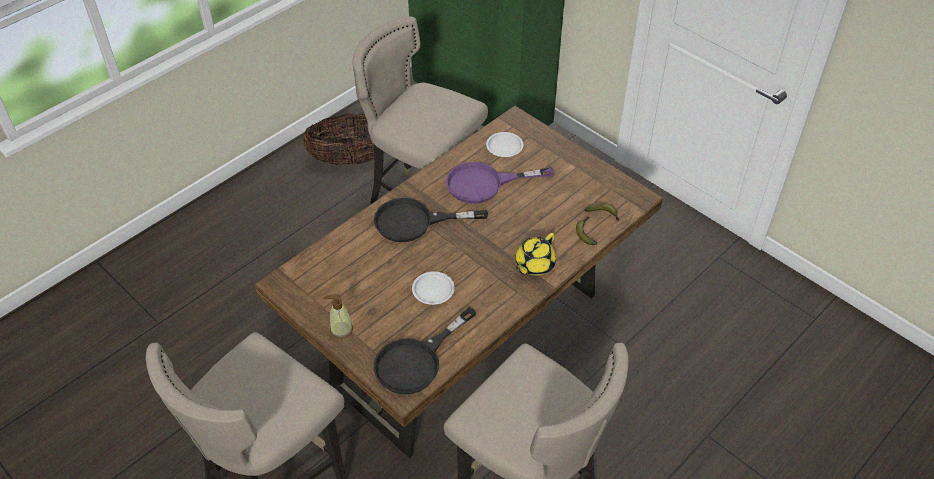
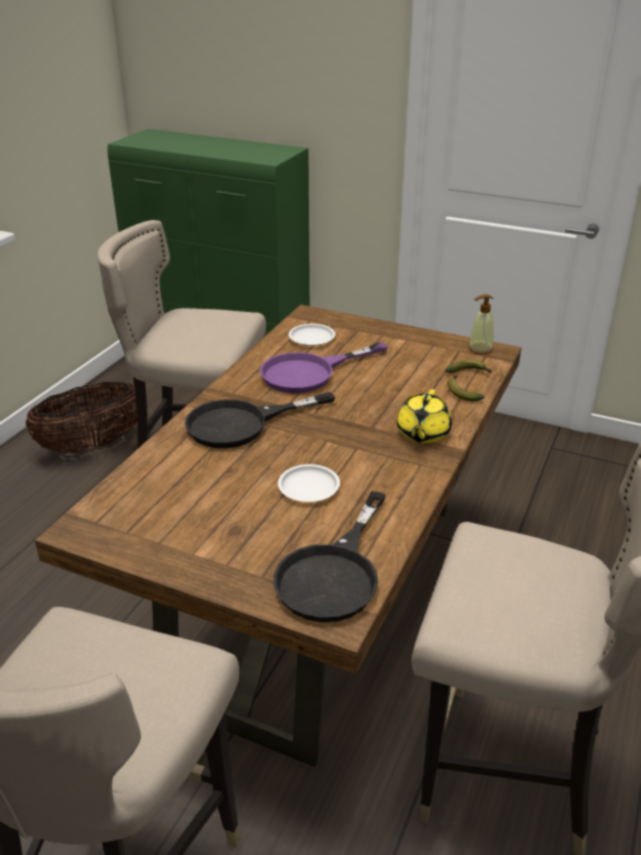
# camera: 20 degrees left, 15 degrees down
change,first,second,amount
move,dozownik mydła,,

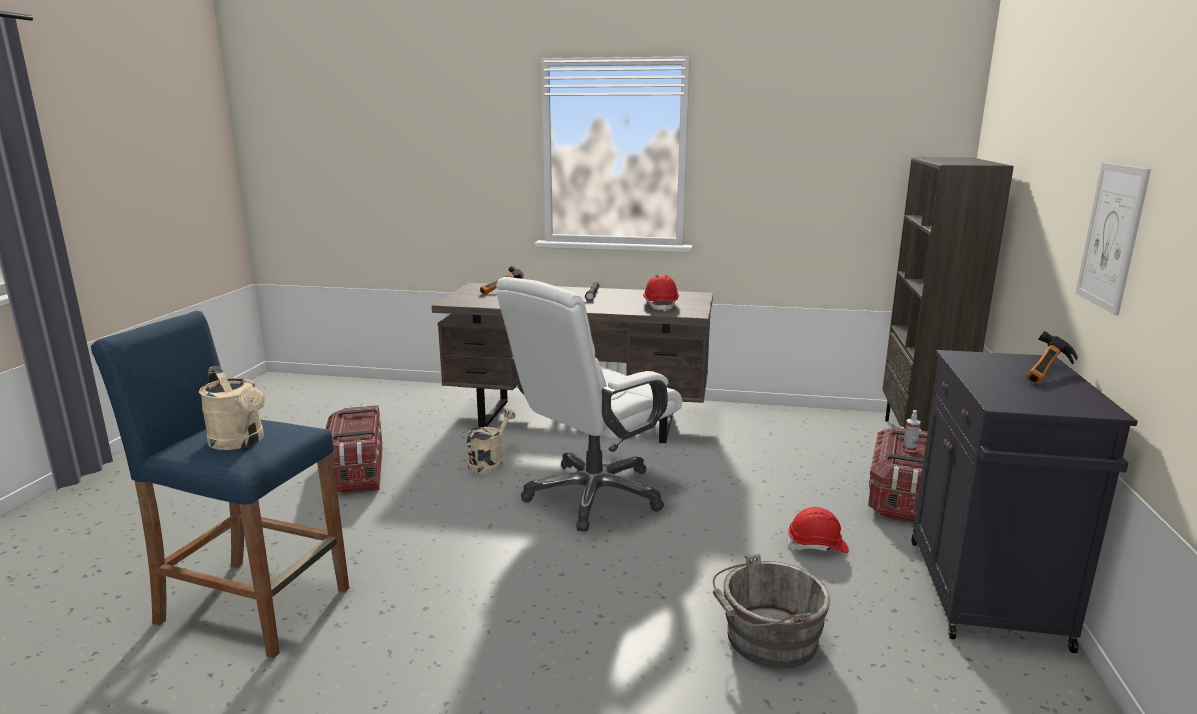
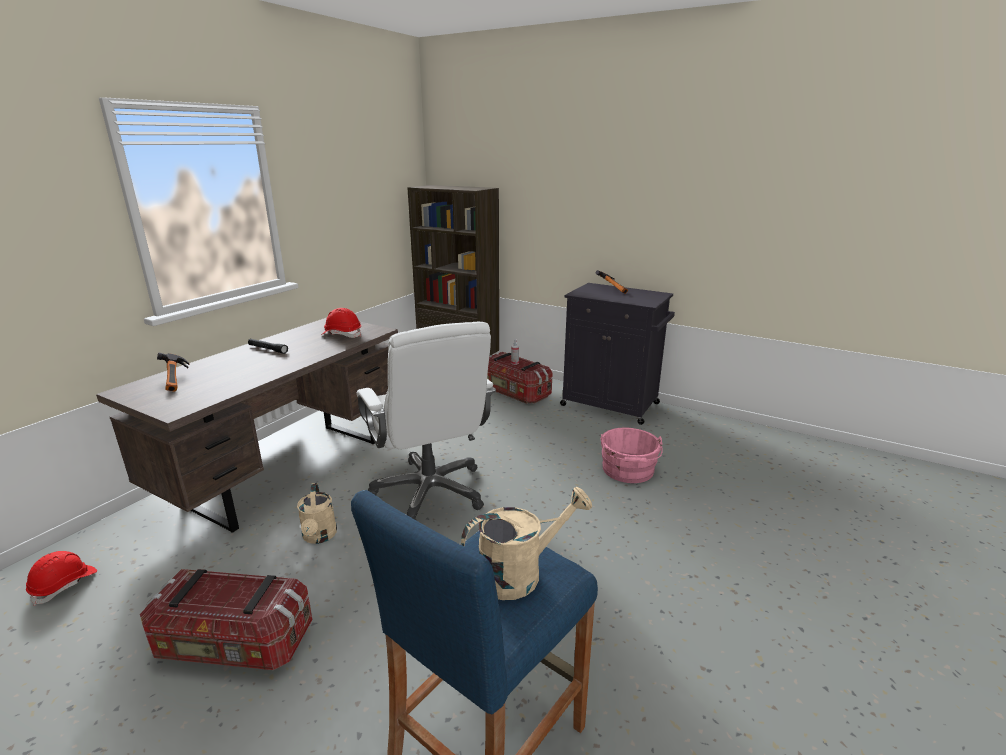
# camera: 70 degrees left, 5 degrees up
change,first,second,amount
move,kask/czerwony (2nd from left in the first image),kask/czerwony (1st from left),
rotate,konewka/beżowy (2nd from left in the first image),konewka/beżowy (1st from left),150 degrees counterclockwise
recolor,wiadro/szary,wiadro/różowy,
delete,obraz,,

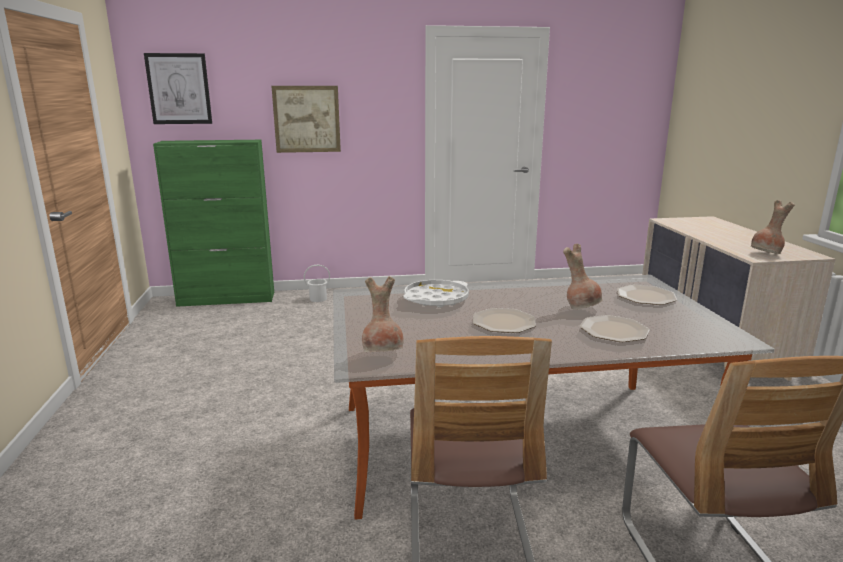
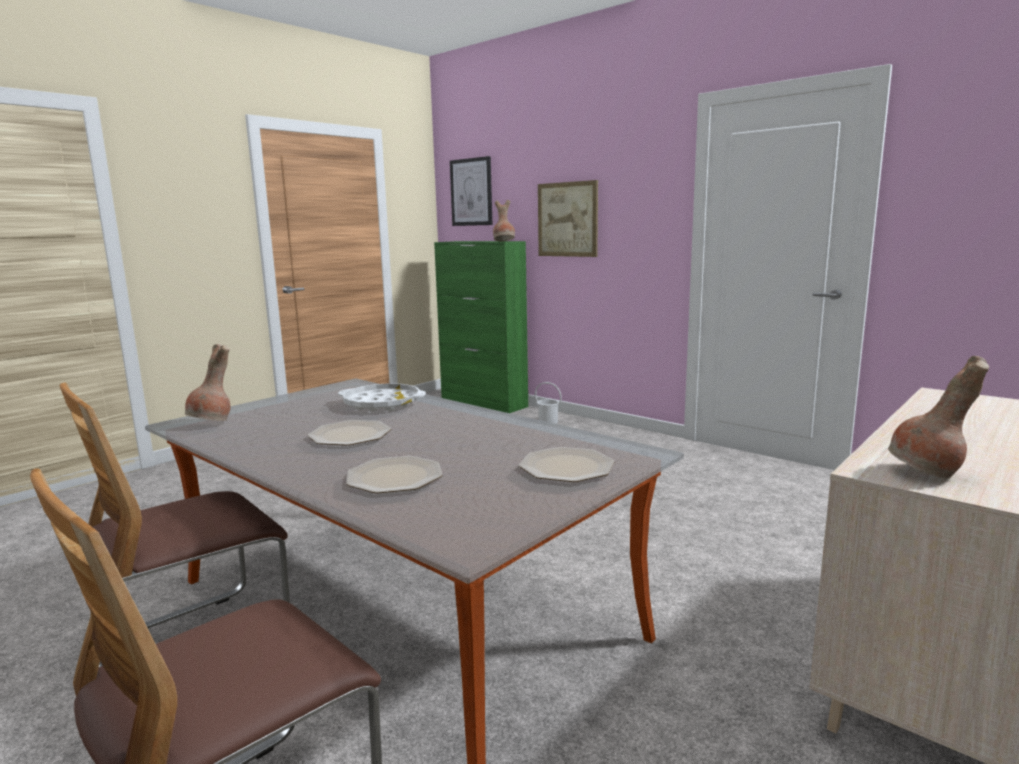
# camera: 50 degrees right, 5 degrees down
change,first,second,amount
move,wazon/brązowy (2nd from left),,

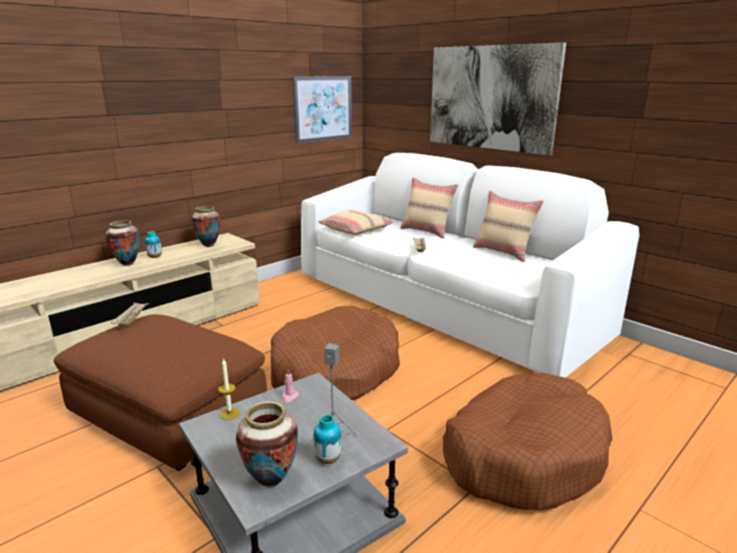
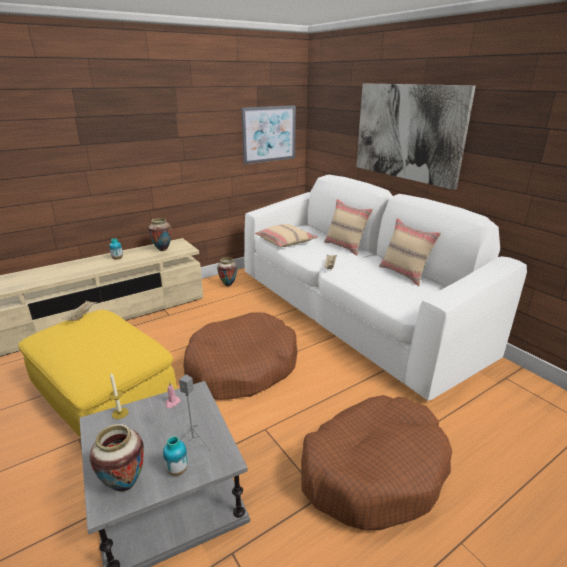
# camera: 10 degrees right, 5 degrees up
change,first,second,amount
recolor,pufa/brązowy,pufa/żółty,
move,wazon (1st from left in the first image),wazon (5th from left),

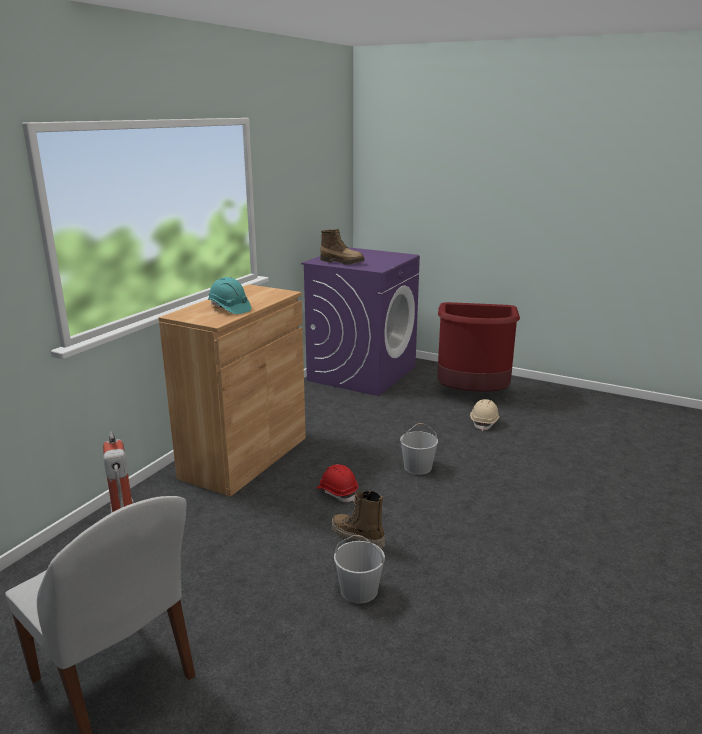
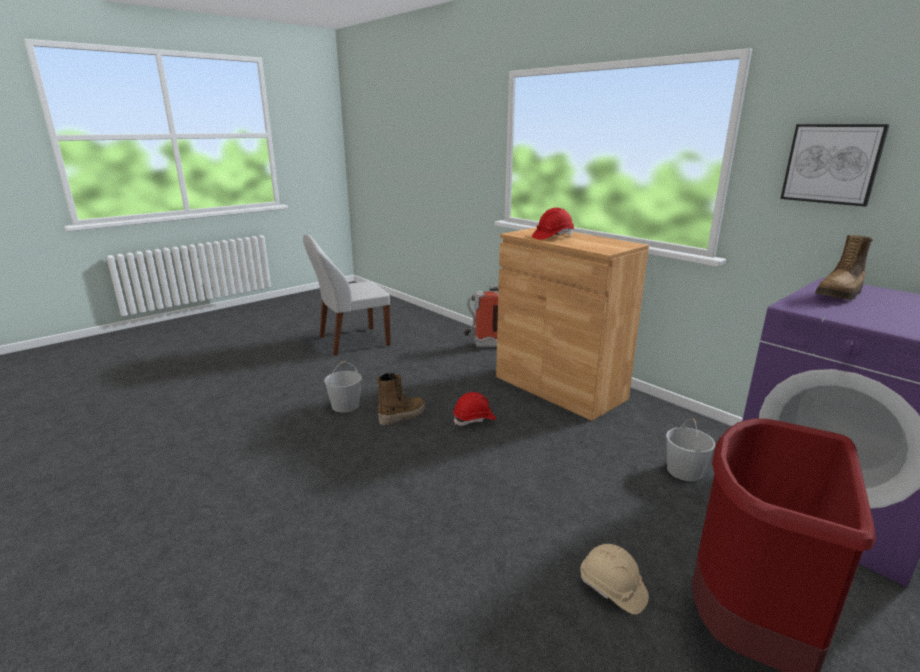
# camera: 110 degrees right, 0 degrees up
change,first,second,amount
recolor,kask/turkusowy,kask/czerwony (2nd from left),
move,wiadro/biały (2nd from left),,
insert,,obraz,

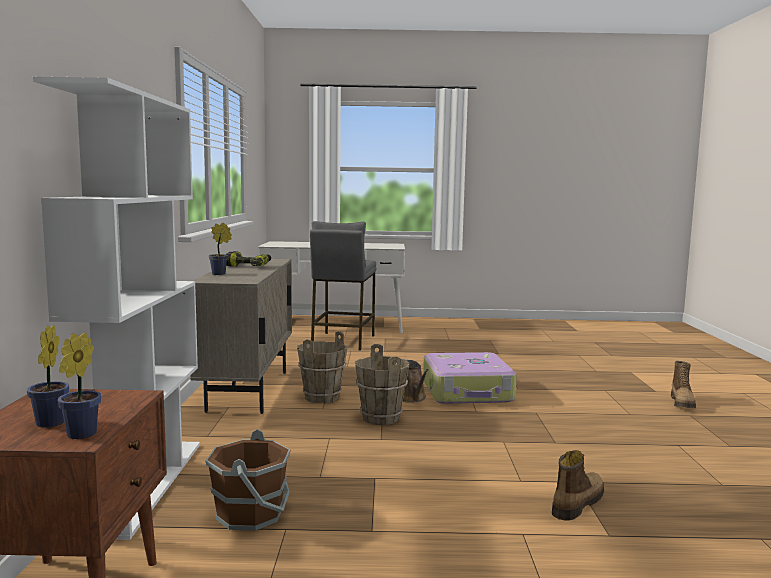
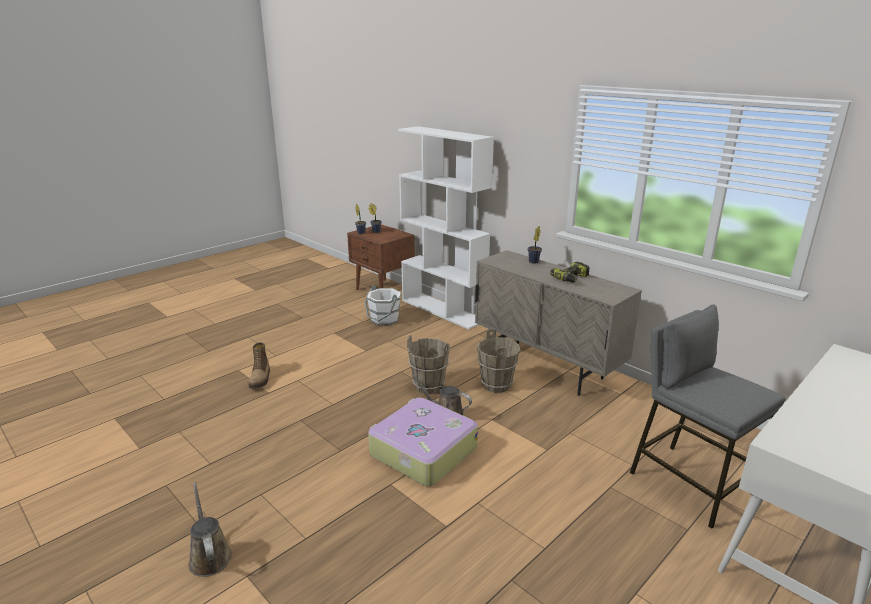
# camera: 135 degrees right, 15 degrees up
change,first,second,amount
replace,but z cholewką (2nd from left),konewka/brązowy (1st from left),
recolor,wiadro/brązowy (1st from left),wiadro/biały,

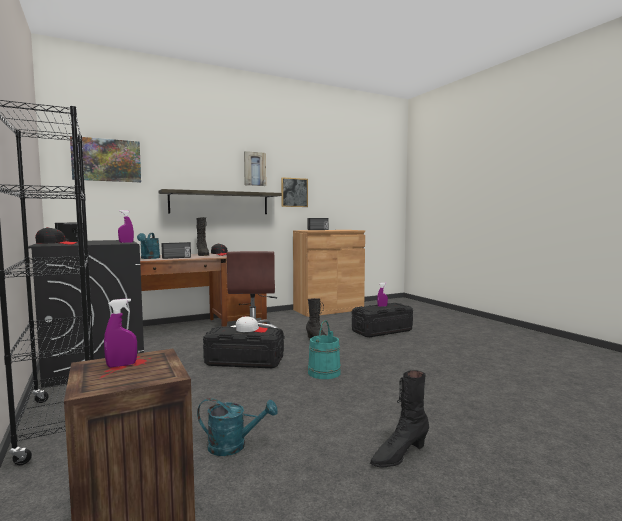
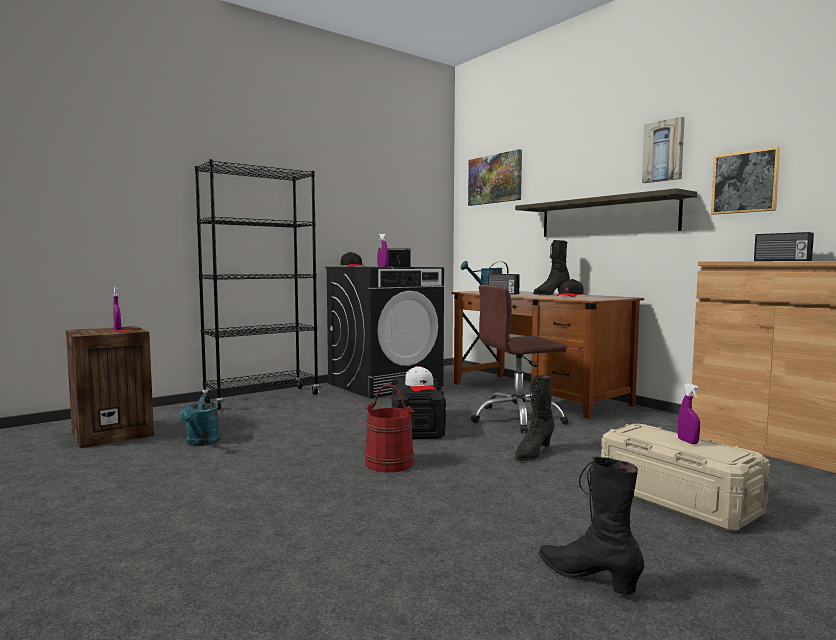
# camera: 80 degrees right, 0 degrees up
change,first,second,amount
recolor,wiadro/turkusowy,wiadro/czerwony,
move,but z cholewką/czarny (3rd from left),,
recolor,pojemnik do przechowywania/czarny (2nd from left),pojemnik do przechowywania/beżowy,

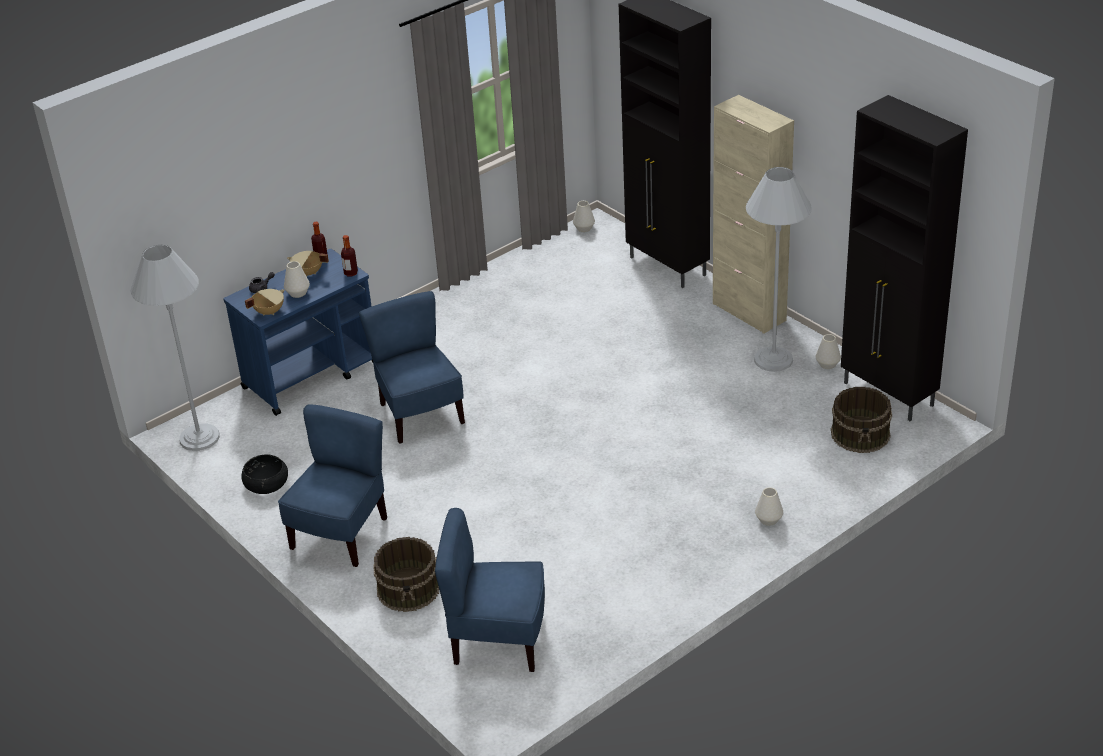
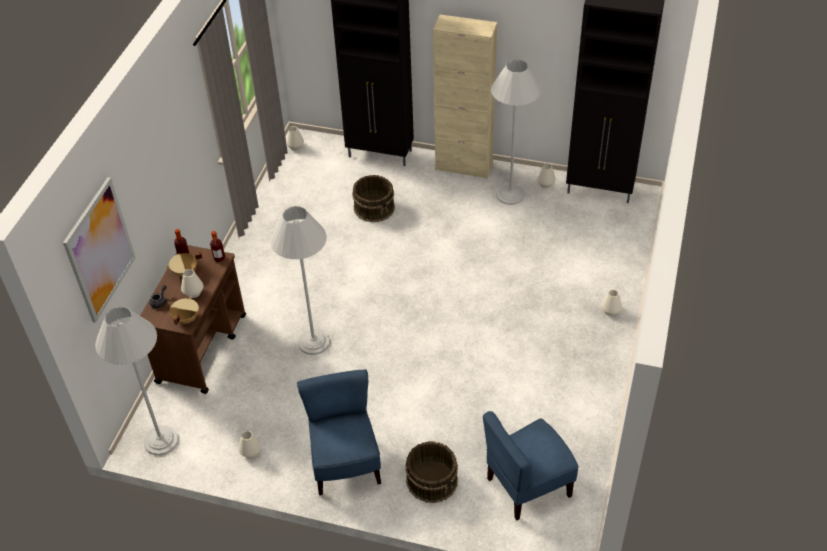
# camera: 35 degrees left, 10 degrees up
change,first,second,amount
insert,,obraz,
recolor,wózek/niebieski,wózek/brązowy,
replace,miska/czarny,wazon/biały (2nd from left),
replace,krzesło/niebieski (2nd from left),lampa stojąca/biały (2nd from left),
move,wiadro/brązowy (2nd from left in the first image),wiadro/brązowy (1st from left),

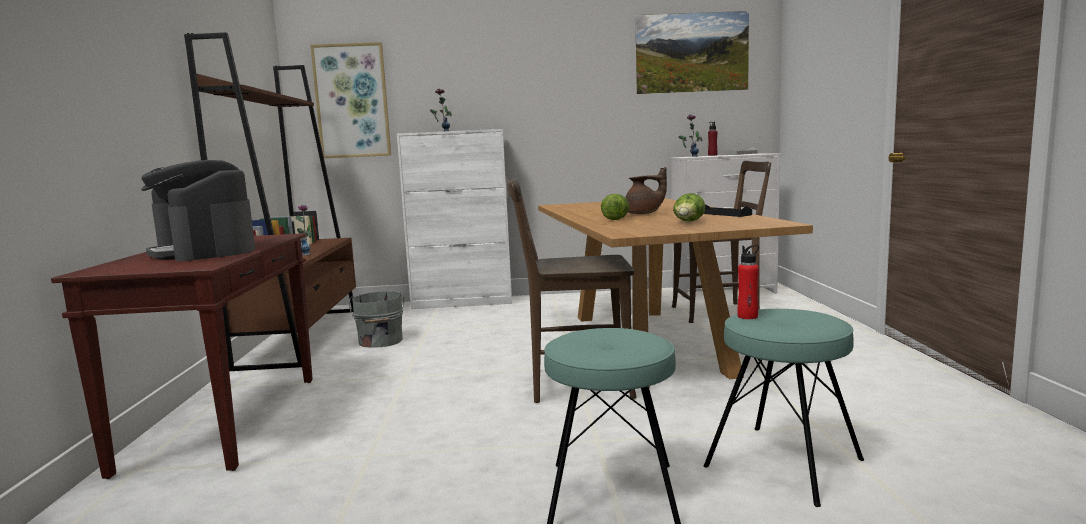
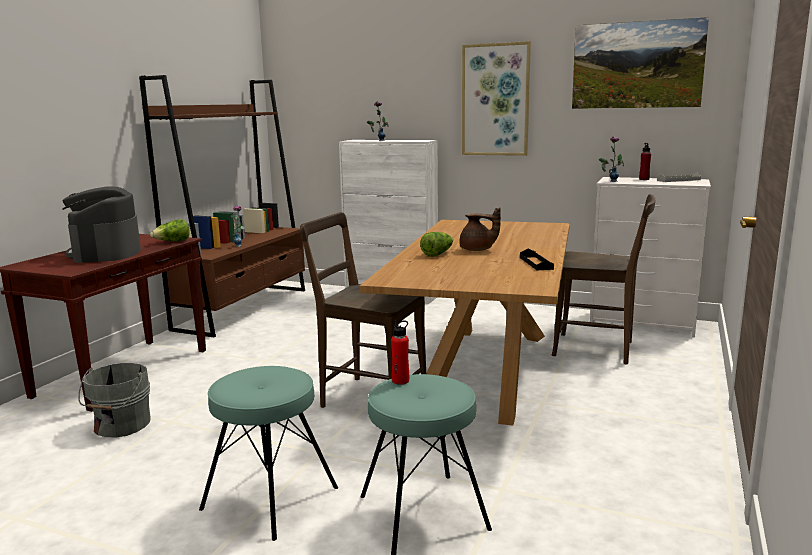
# camera: 25 degrees right, 5 degrees up
change,first,second,amount
move,wiadro/szary,,
move,sałata (2nd from left in the first image),sałata (1st from left),
move,obraz (1st from left),,

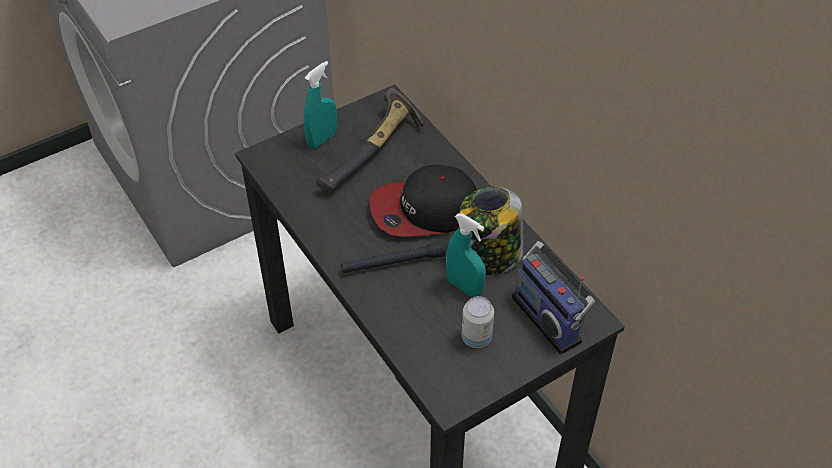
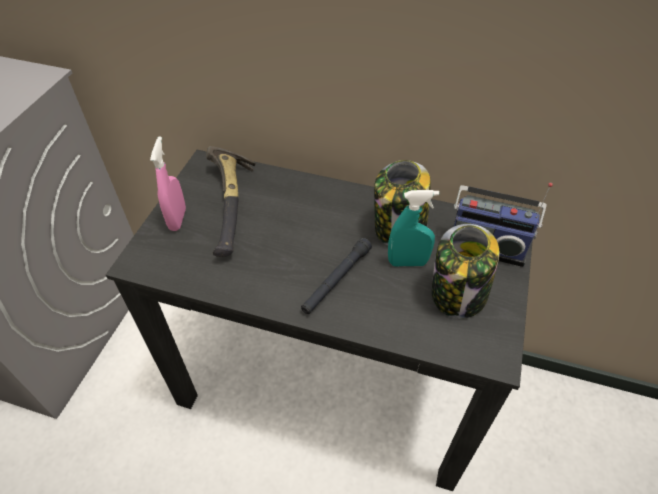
# camera: 40 degrees left, 0 degrees up
change,first,second,amount
recolor,spryskiwacz/turkusowy (1st from left),spryskiwacz/różowy,
replace,puszka,słoik (2nd from left),
delete,czapka z daszkiem,,

